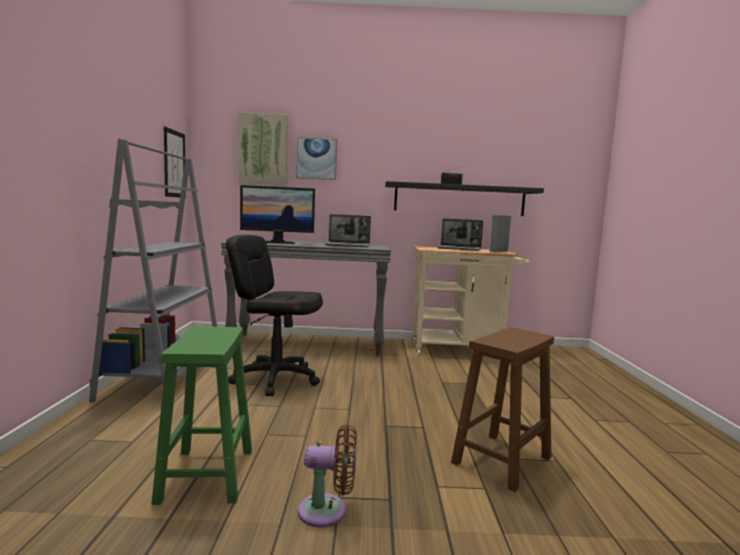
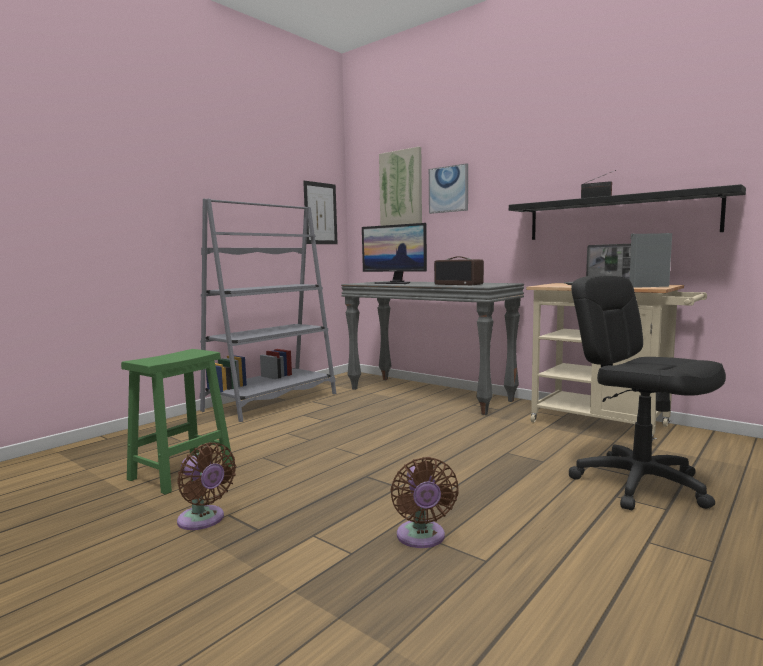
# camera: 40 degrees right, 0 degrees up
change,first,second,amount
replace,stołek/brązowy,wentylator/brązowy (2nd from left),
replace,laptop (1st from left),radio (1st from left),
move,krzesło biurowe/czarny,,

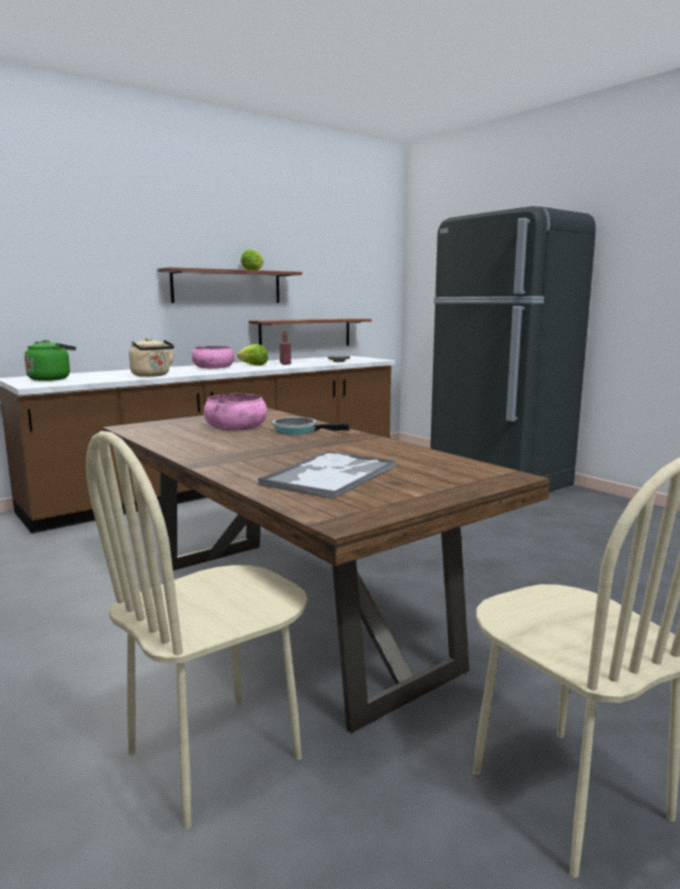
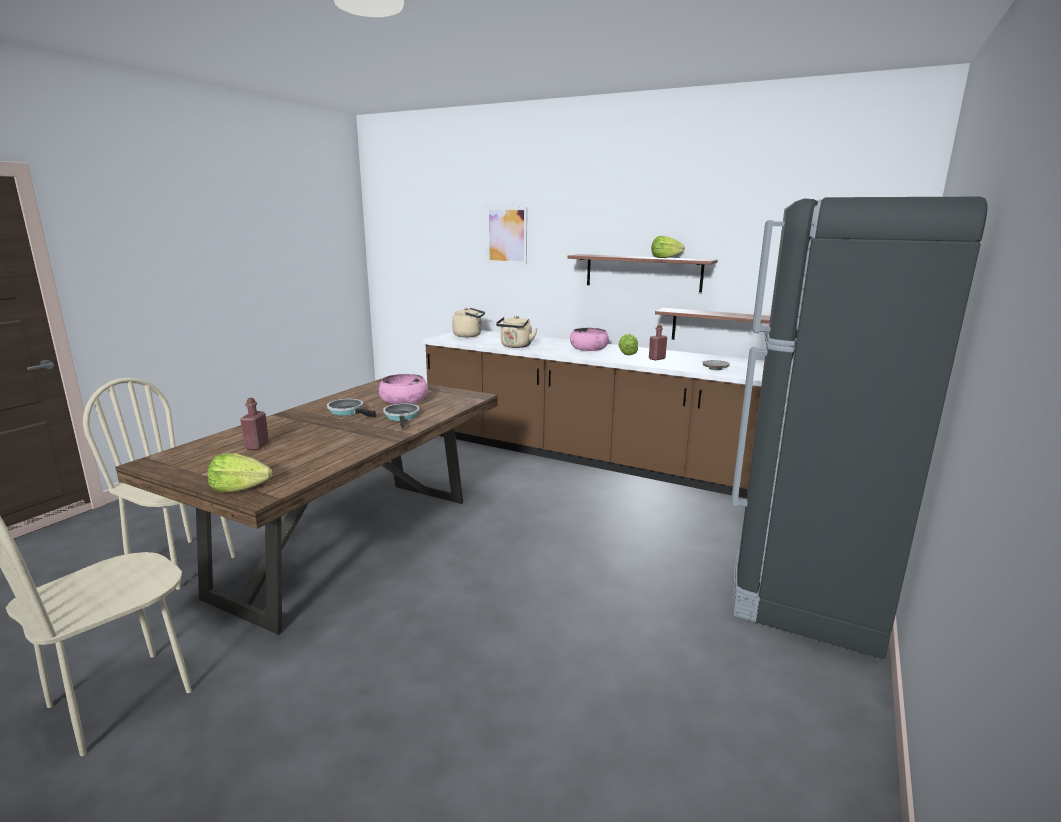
# camera: 65 degrees right, 5 degrees up
change,first,second,amount
insert,,sałata (1st from left),
replace,taca,butelka/czerwony (1st from left),
insert,,patelnia (1st from left),
recolor,czajnik/zielony,czajnik/beżowy (1st from left),
insert,,obraz,

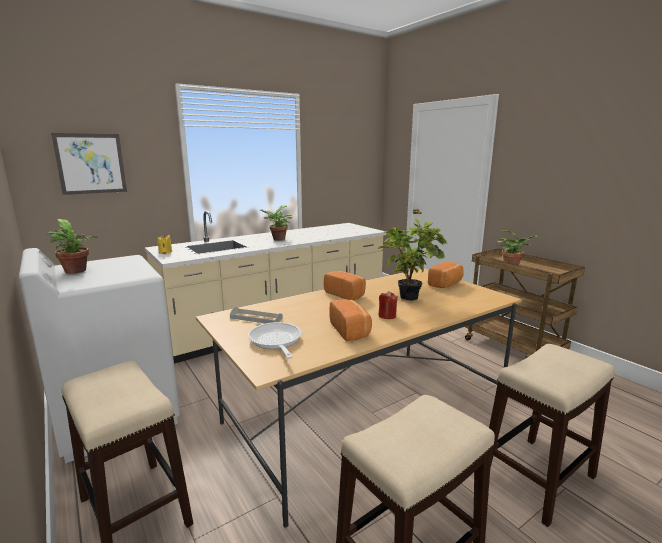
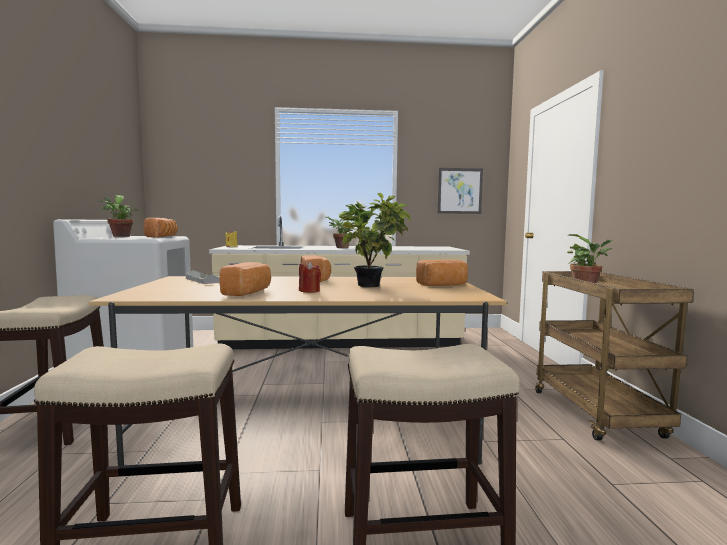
# camera: 30 degrees right, 10 degrees down
change,first,second,amount
insert,,chleb (1st from left),
move,obraz,,
delete,patelnia,,

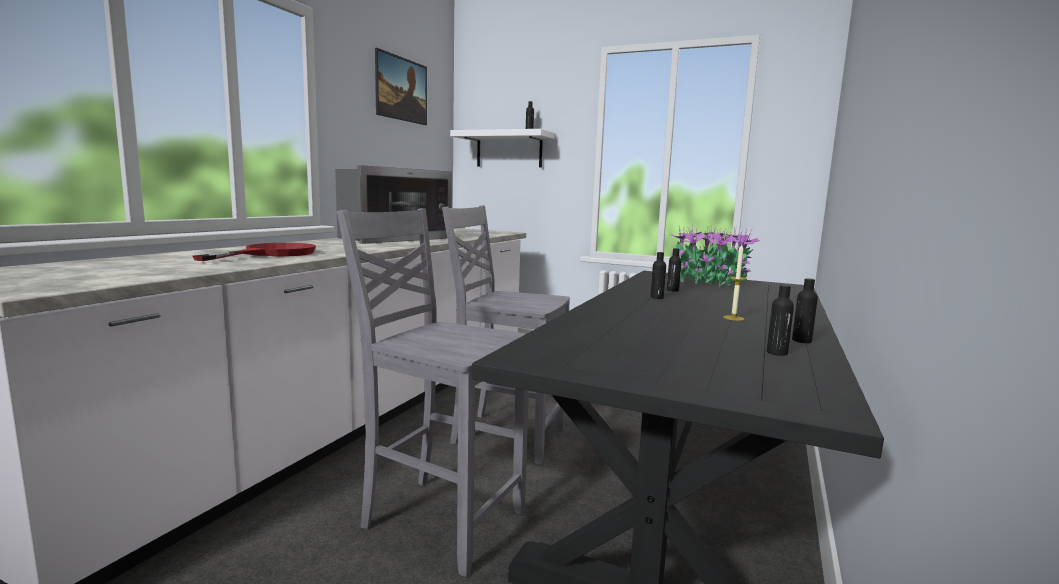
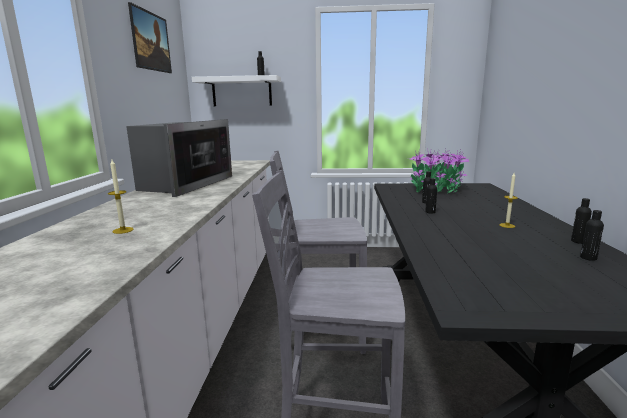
# camera: 20 degrees left, 5 degrees up
change,first,second,amount
replace,patelnia/czerwony,świeca (1st from left),

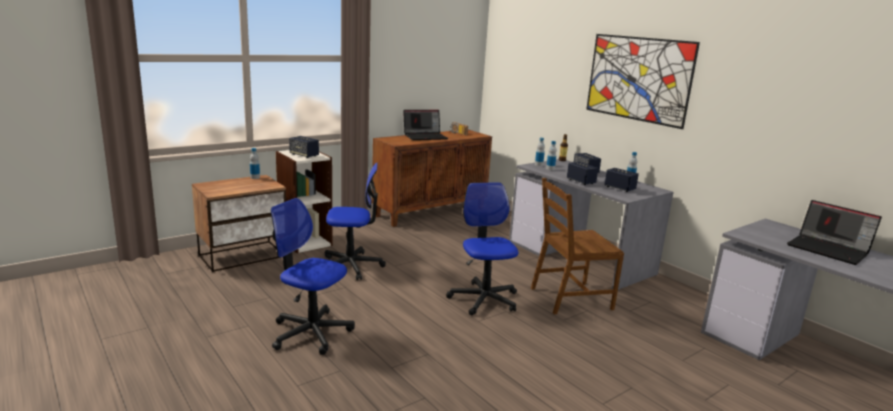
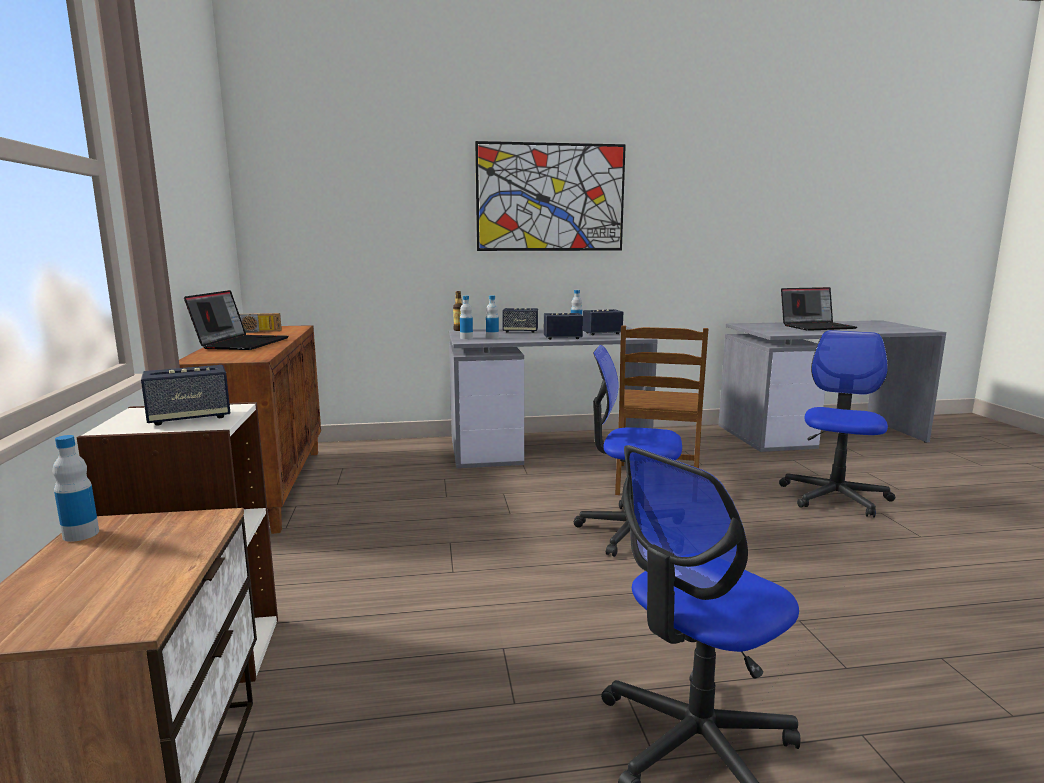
# camera: 60 degrees left, 5 degrees down
change,first,second,amount
move,krzesło biurowe (2nd from left in the first image),krzesło biurowe (3rd from left),

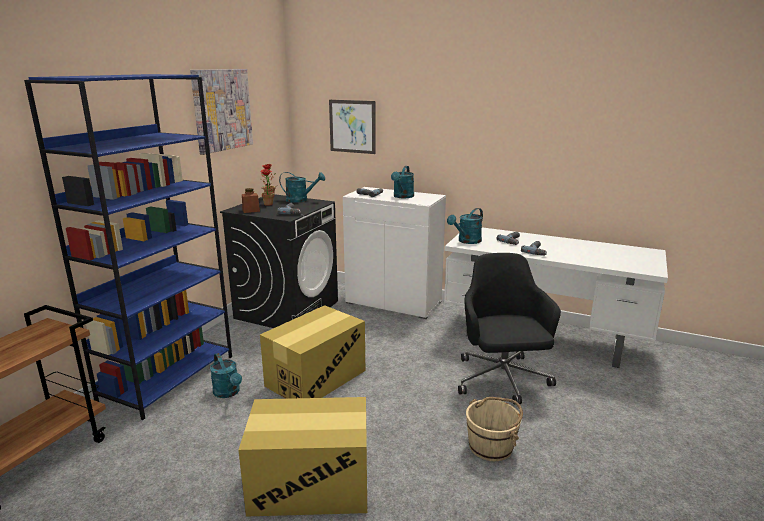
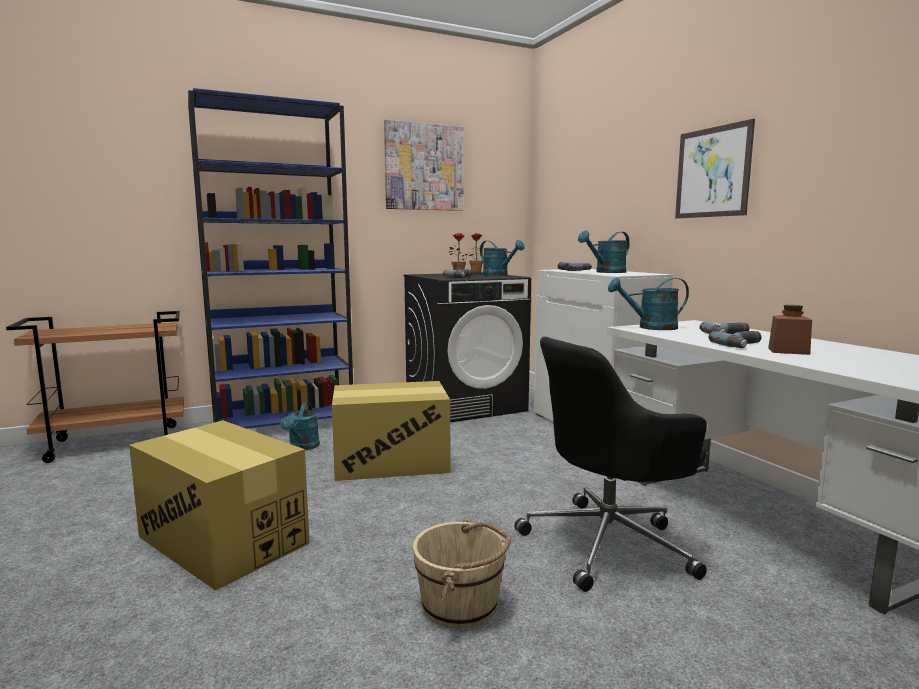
# camera: 40 degrees right, 10 degrees down
change,first,second,amount
rotate,krzesło biurowe/czarny,,150 degrees counterclockwise
move,obraz (2nd from left),,
move,słoik/brązowy,,

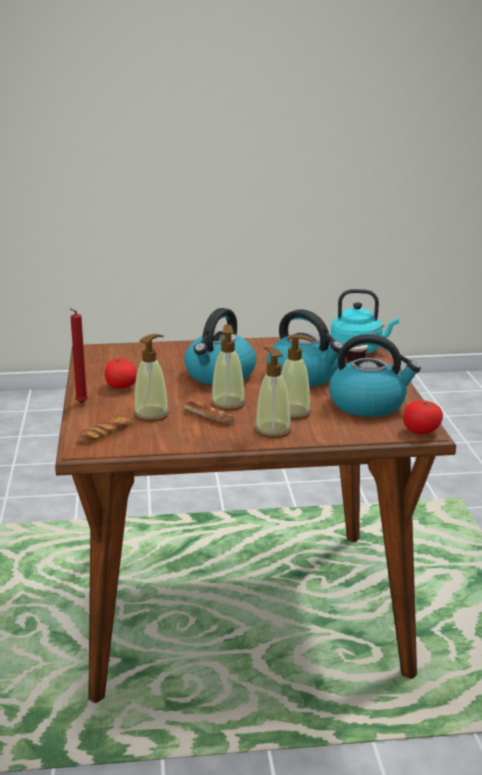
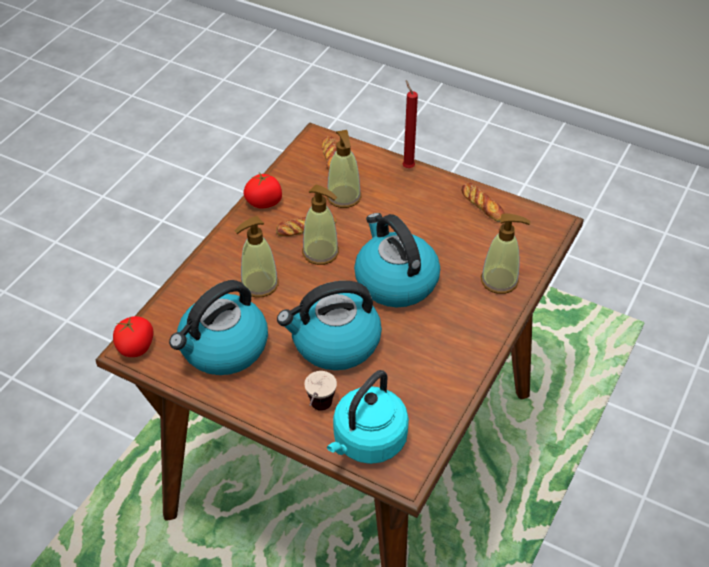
# camera: 125 degrees right, 25 degrees up
change,first,second,amount
move,pomidor (1st from left in the first image),pomidor (2nd from left),
insert,,chleb (3rd from left),
move,dozownik mydła (3rd from left in the first image),dozownik mydła (4th from left),

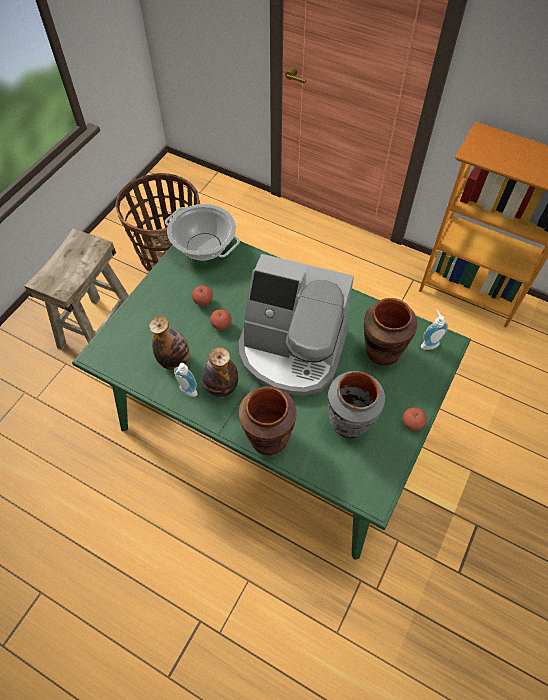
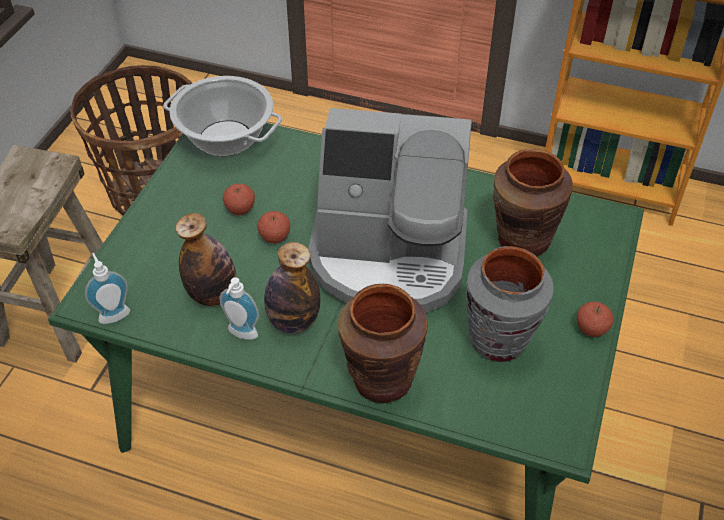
# camera: 10 degrees left, 10 degrees down
change,first,second,amount
move,dozownik mydła (2nd from left in the first image),dozownik mydła (1st from left),

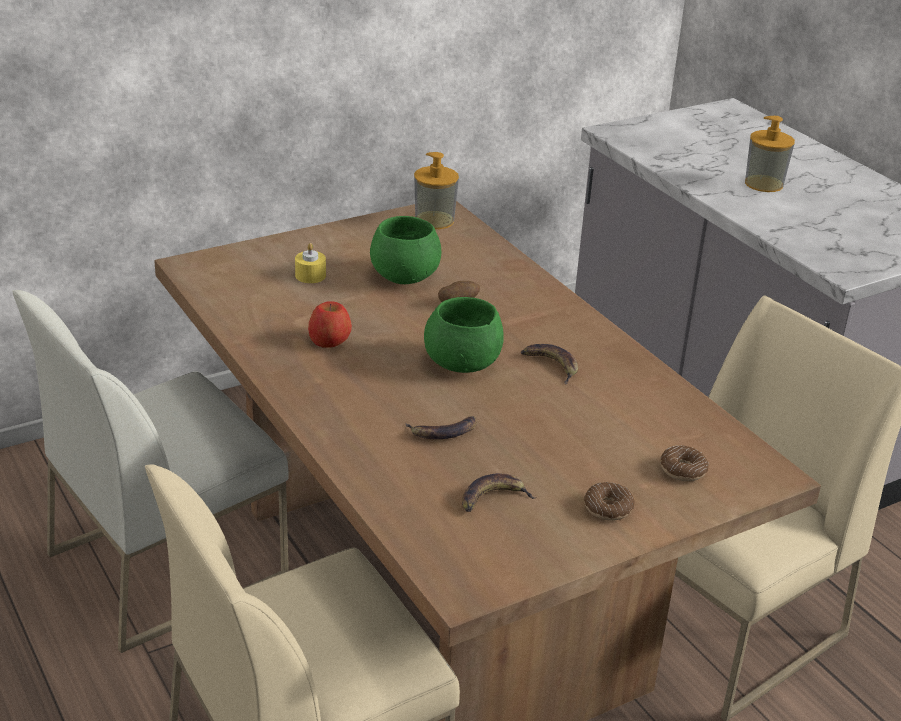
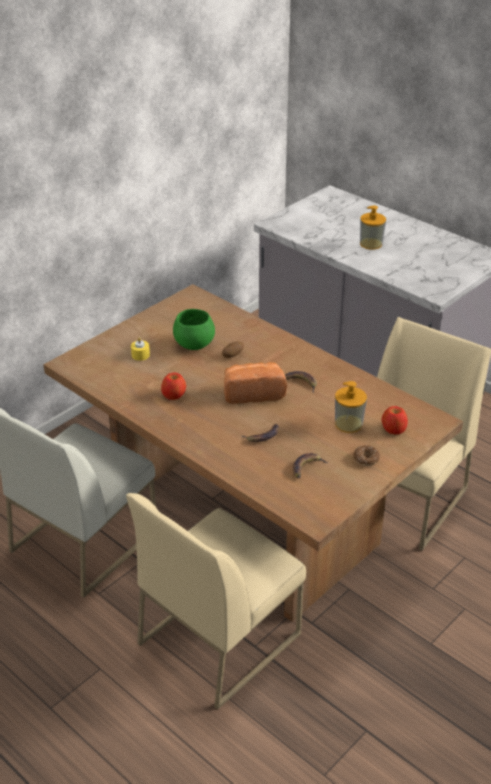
# camera: 15 degrees left, 5 degrees up
change,first,second,amount
replace,miska/zielony (2nd from left),chleb,
move,dozownik mydła (1st from left),,
replace,donut (2nd from left),jabłko (2nd from left),

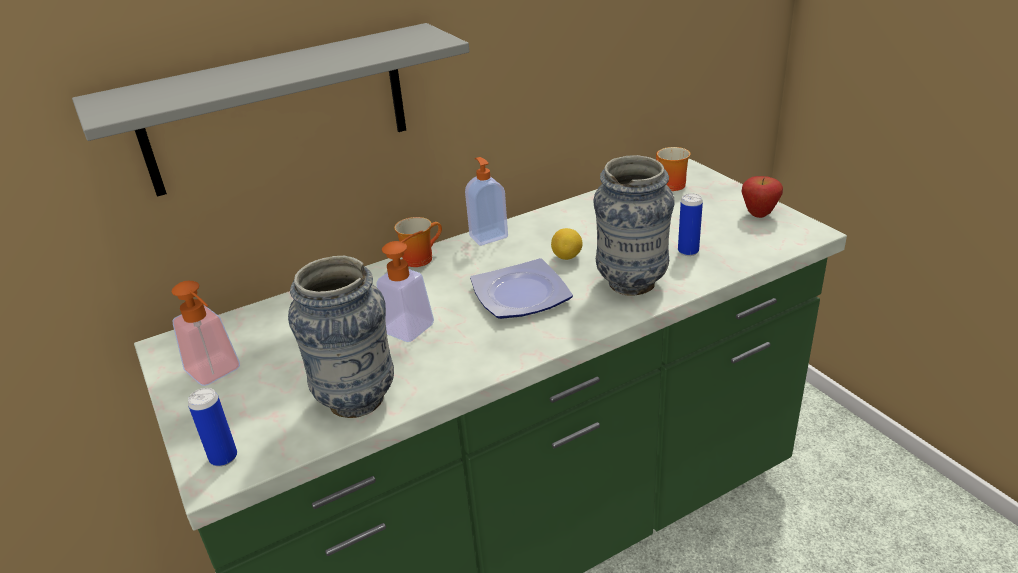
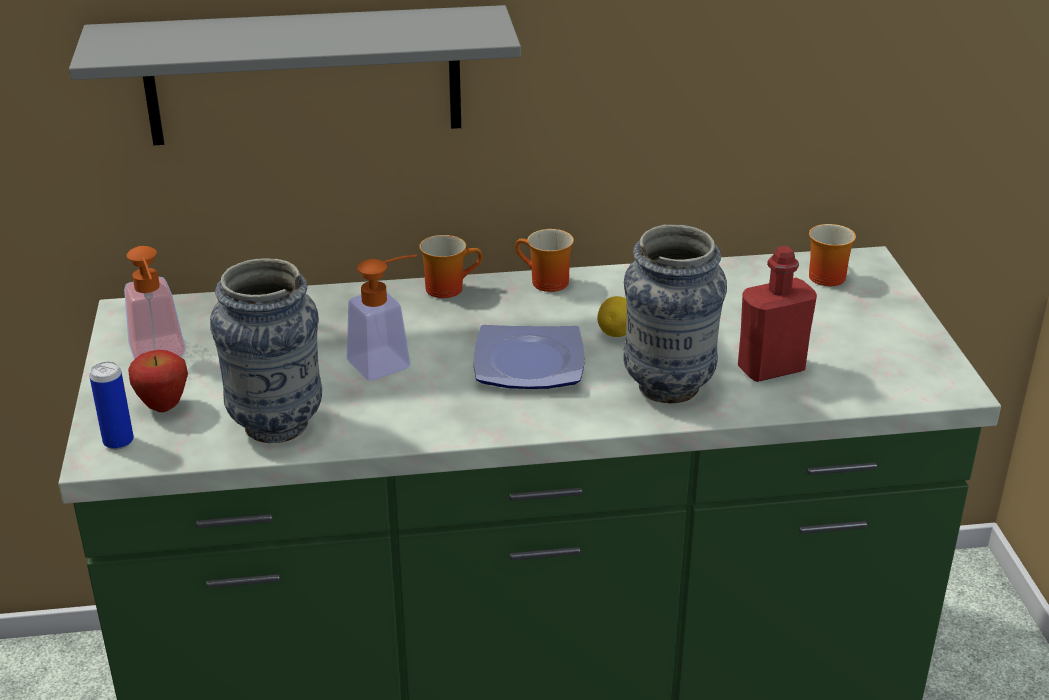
# camera: 20 degrees right, 0 degrees up
change,first,second,amount
move,jabłko,,
replace,dozownik mydła (3rd from left),kubek (2nd from left),
replace,puszka (2nd from left),butelka/czerwony,

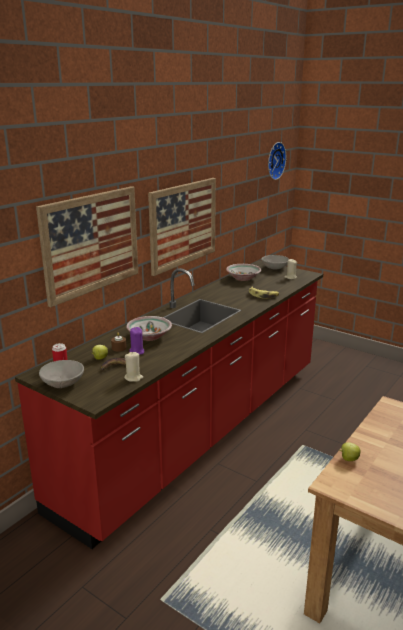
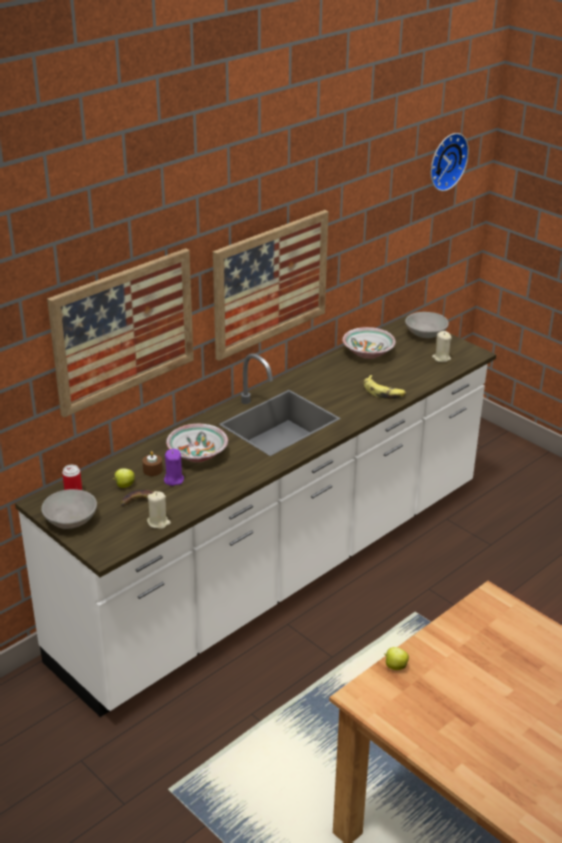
# camera: 10 degrees right, 10 degrees up
change,first,second,amount
recolor,zabudowa kuchenna/czerwony,zabudowa kuchenna/biały,

